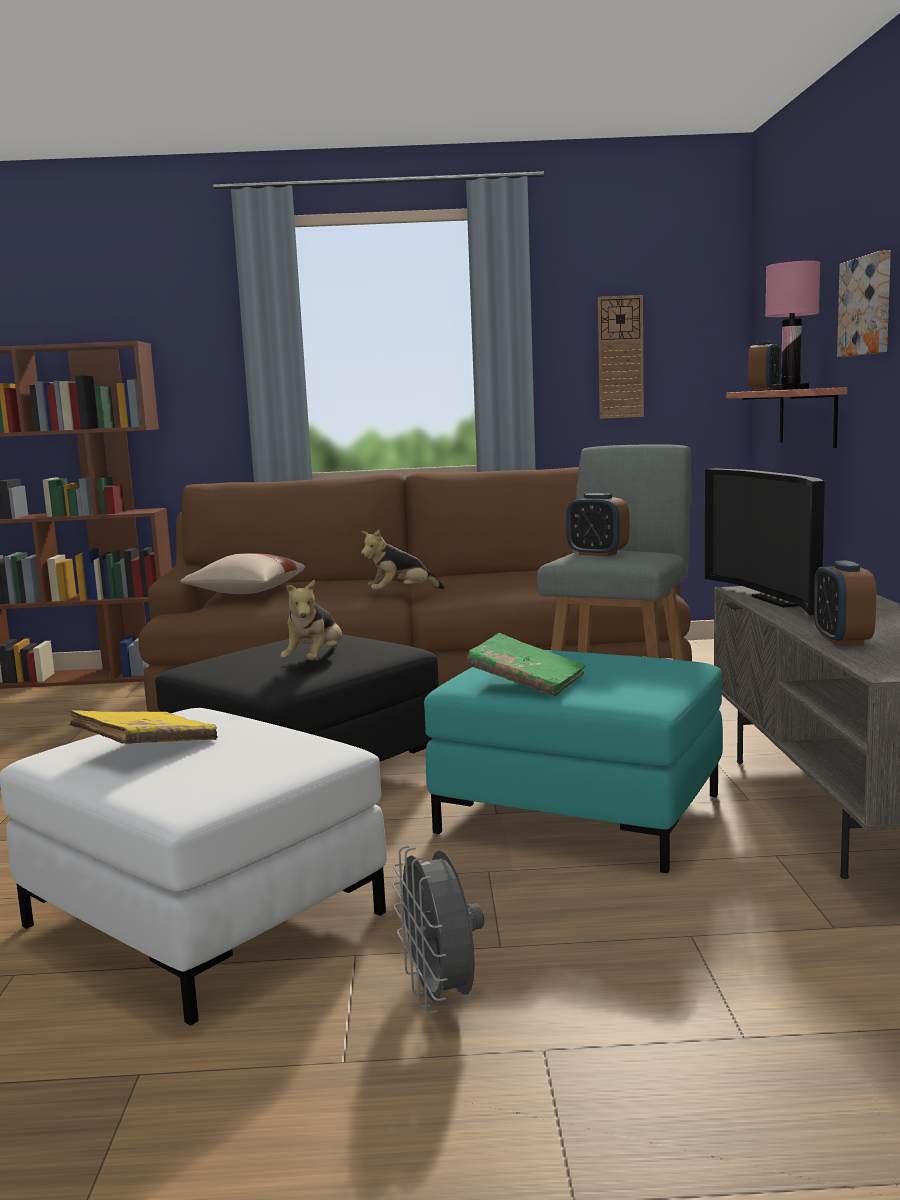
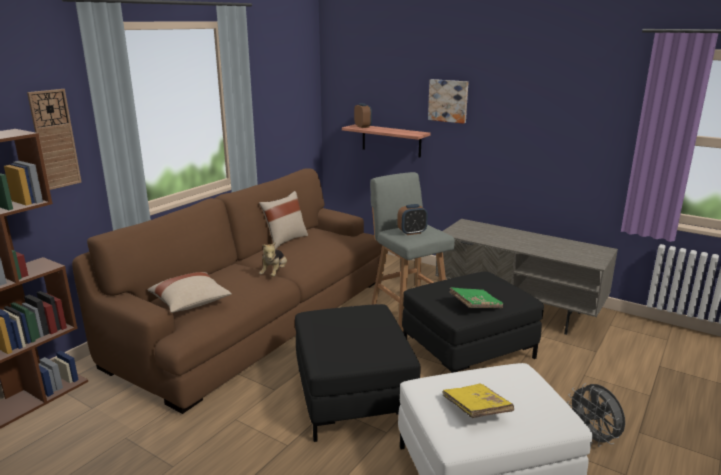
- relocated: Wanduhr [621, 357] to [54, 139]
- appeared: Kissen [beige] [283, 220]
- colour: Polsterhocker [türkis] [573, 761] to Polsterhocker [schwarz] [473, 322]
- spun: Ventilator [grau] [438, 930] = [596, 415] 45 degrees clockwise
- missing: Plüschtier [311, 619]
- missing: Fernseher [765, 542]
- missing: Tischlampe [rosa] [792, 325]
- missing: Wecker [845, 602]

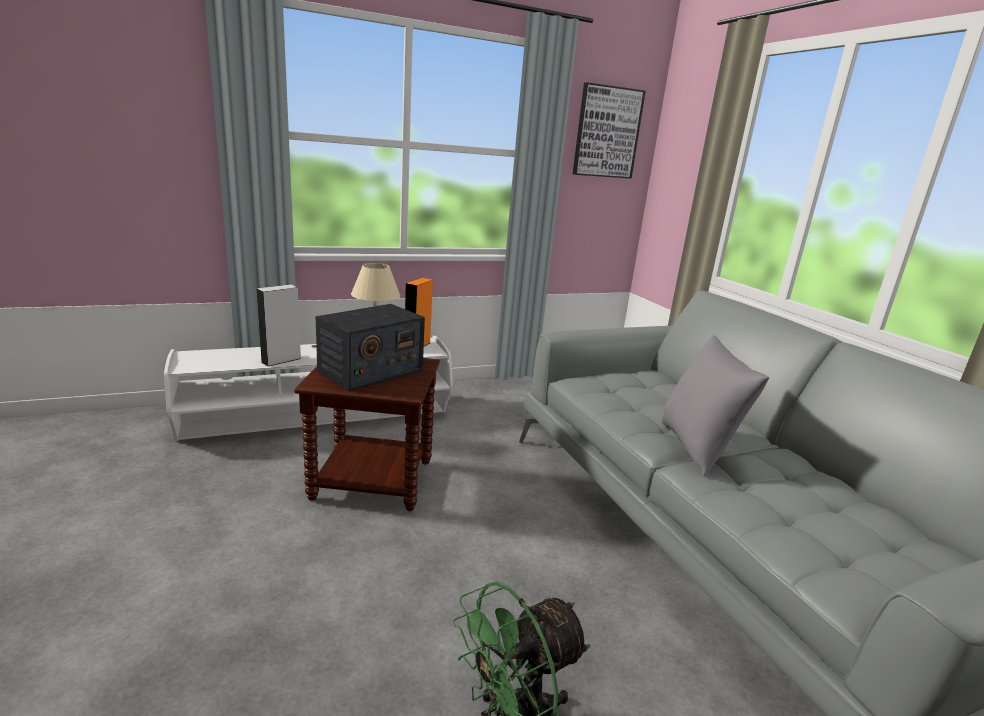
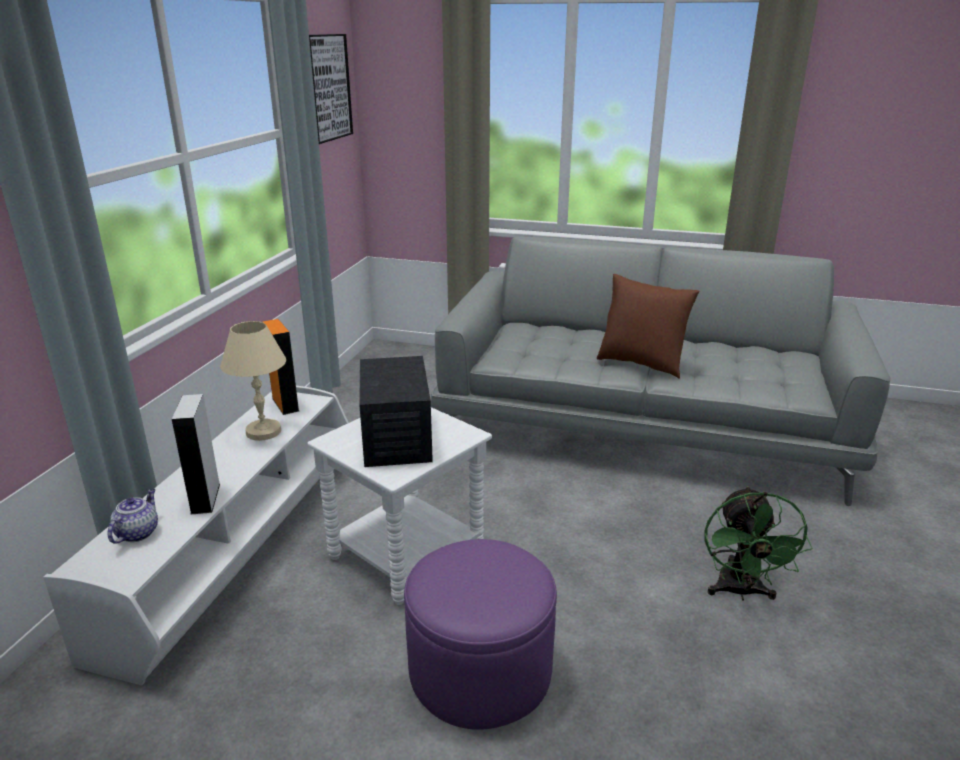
- appeared: Teekanne [133, 516]
- colour: Beistelltisch [braun] [367, 434] to Beistelltisch [weiß] [400, 506]
- appeared: Polsterhocker [lila] [480, 634]
- colour: Kissen [grau] [715, 406] to Kissen [braun] [648, 326]

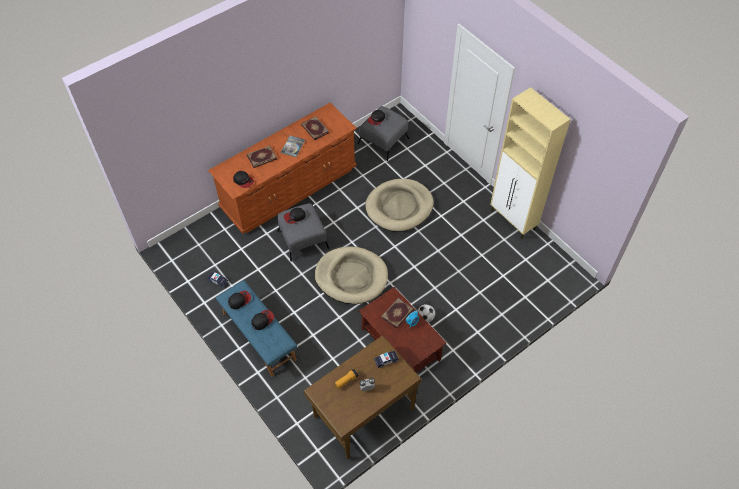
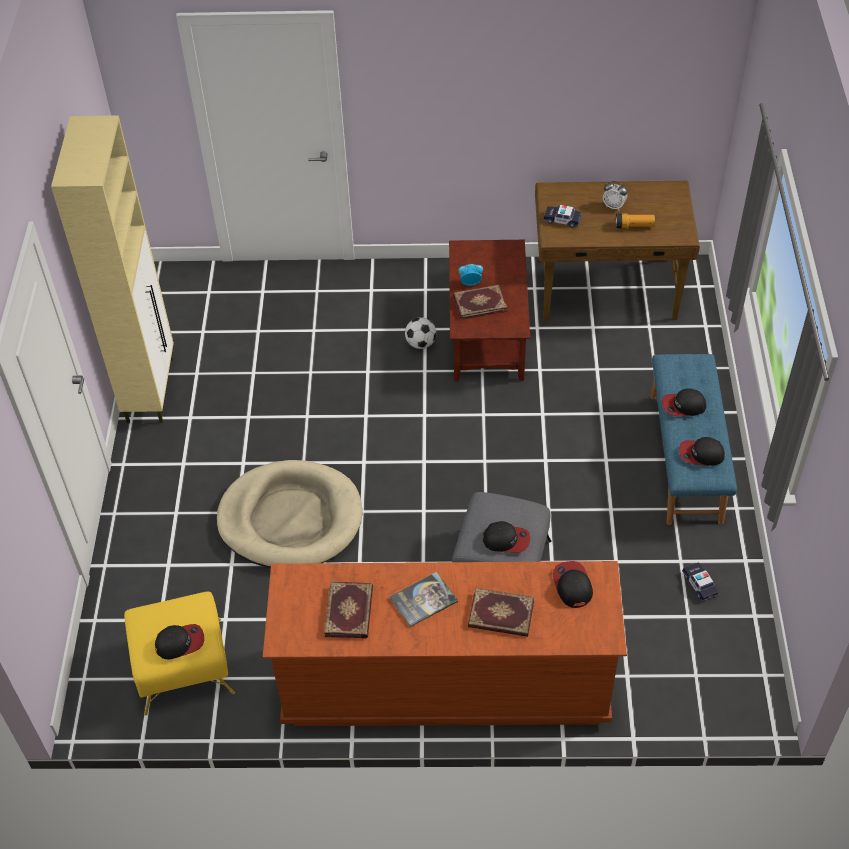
- colour: Polsterhocker [grau] [383, 133] to Polsterhocker [gelb] [179, 653]
- missing: Hundebett [beige] [351, 275]

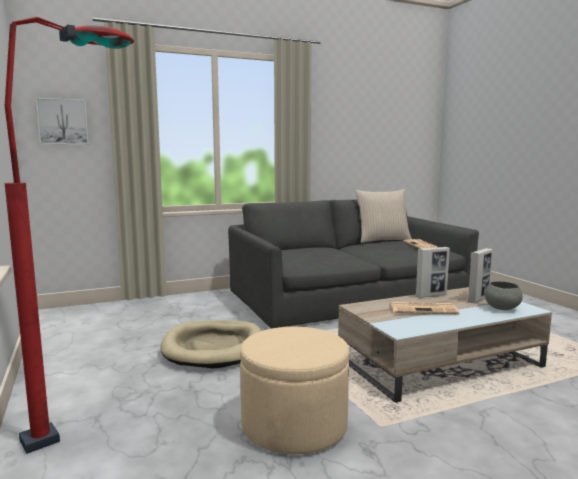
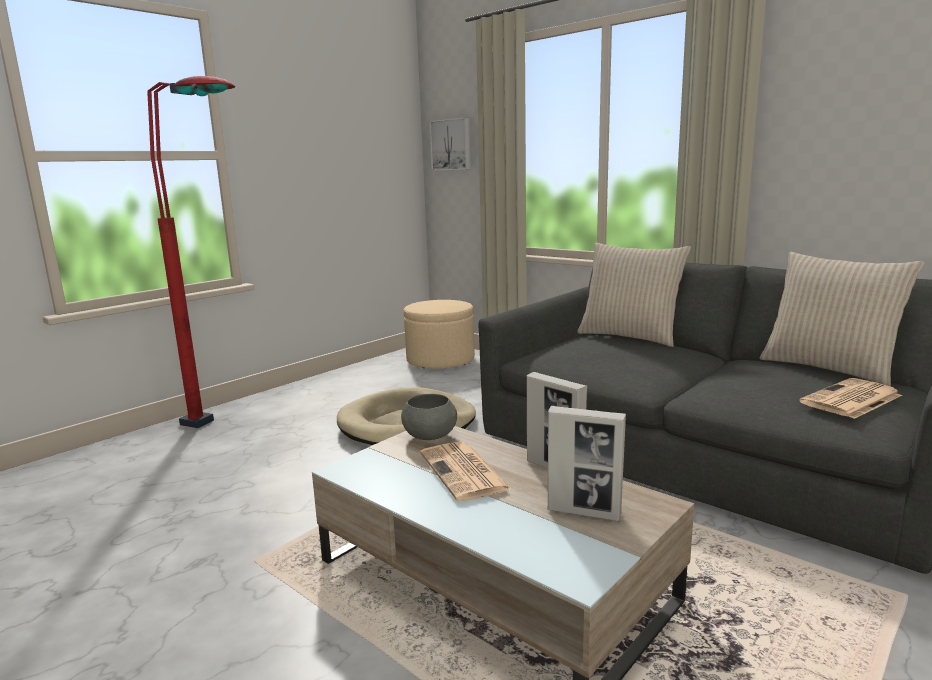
- relocated: Schüssel [grau] [504, 295] to [429, 417]
- relocated: Polsterhocker [beige] [294, 390] to [439, 334]
- appeared: Kissen [beige] [634, 295]

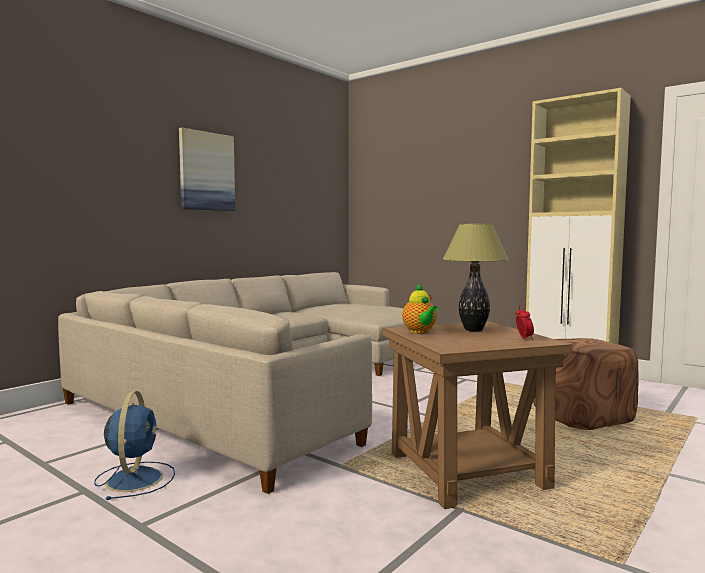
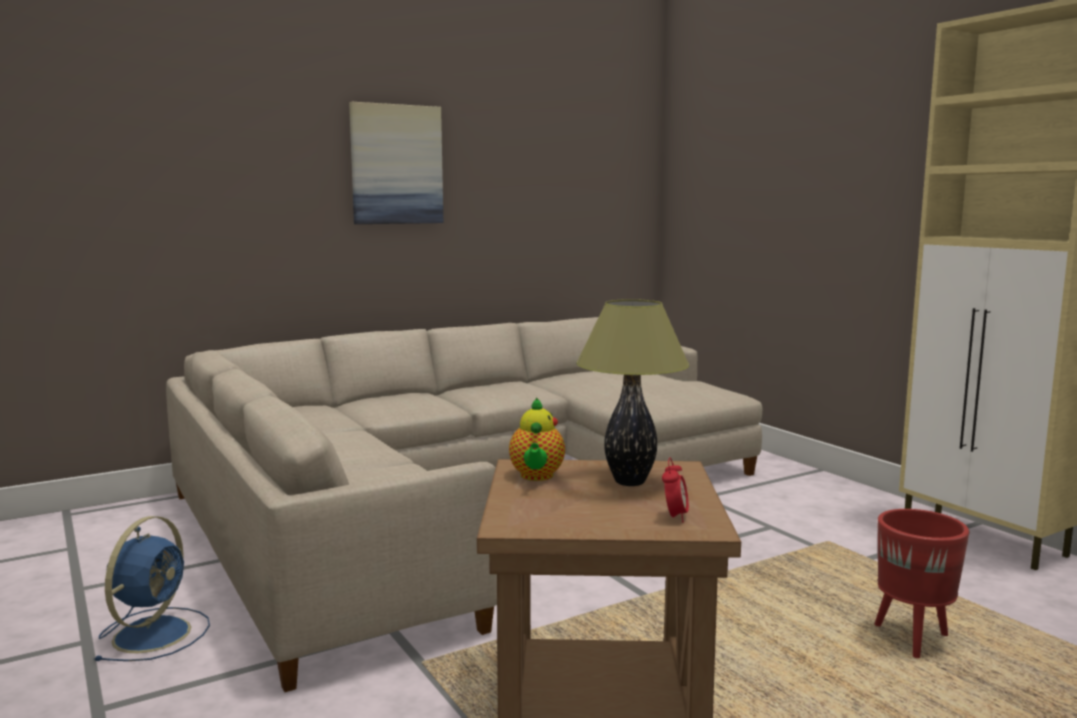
- exchanged: Polsterhocker [braun] [586, 384] to Pflanzkübel [rot] [921, 583]

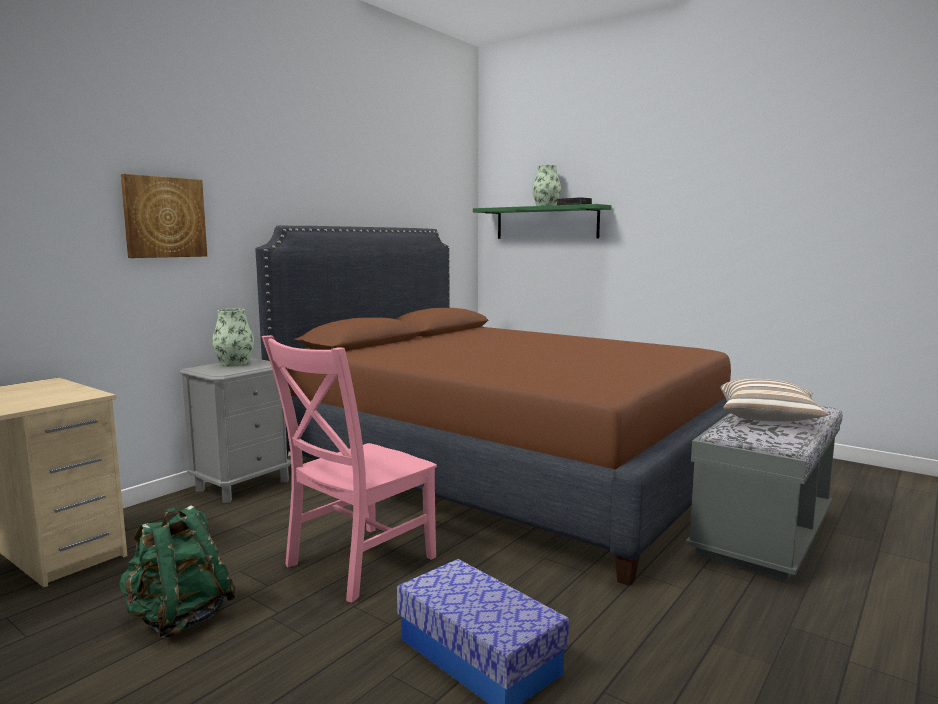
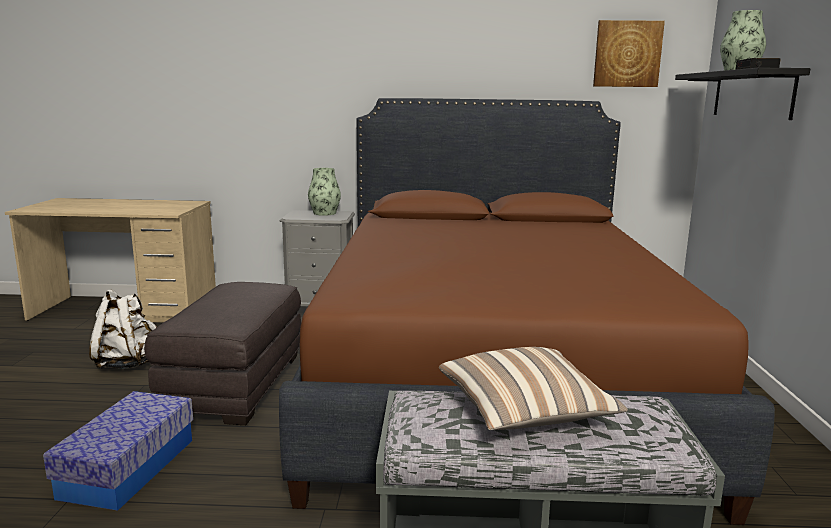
- colour: Rucksack [grün] [177, 572] to Rucksack [weiß] [123, 329]
- exchanged: Stuhl [rosa] [349, 469] to Polsterhocker [grau] [222, 353]
- relocated: Bild [164, 216] to [629, 53]
- colour: Wandregal [grün] [542, 221] to Wandregal [schwarz] [743, 94]

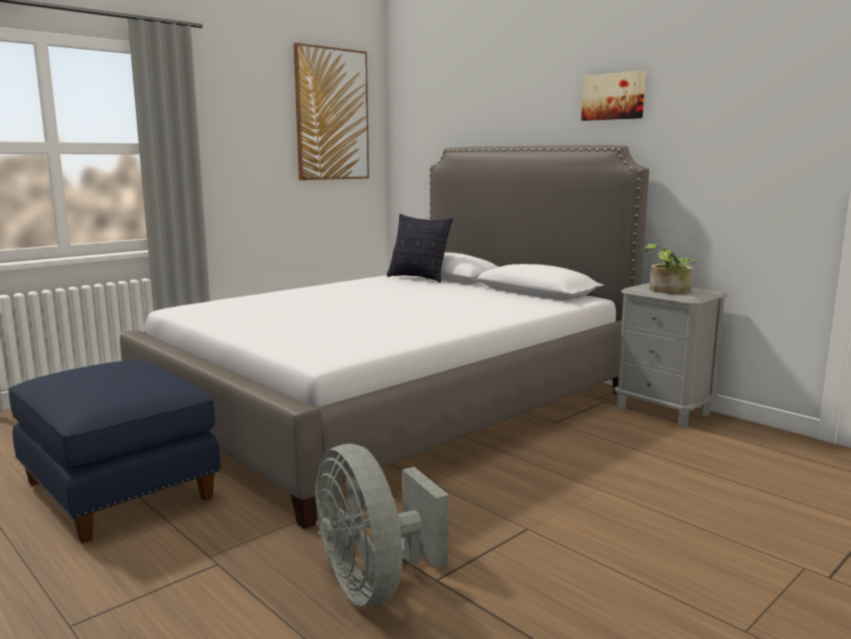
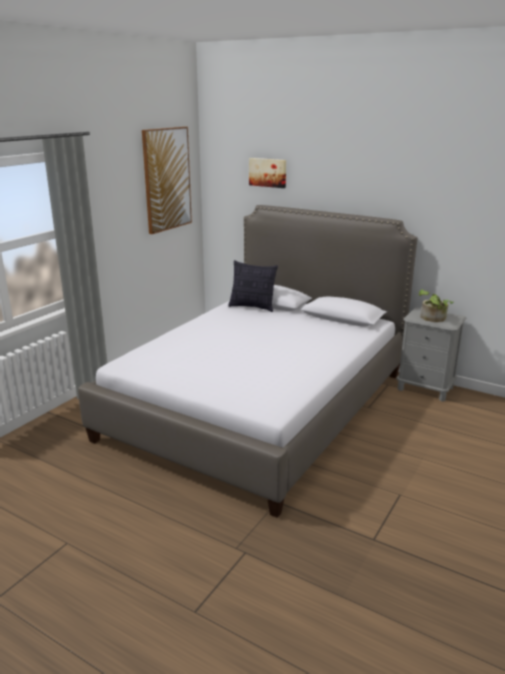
- relocated: Bild [613, 96] to [267, 173]
- missing: Polsterhocker [blau] [114, 451]
- missing: Ventilator [grau] [382, 525]

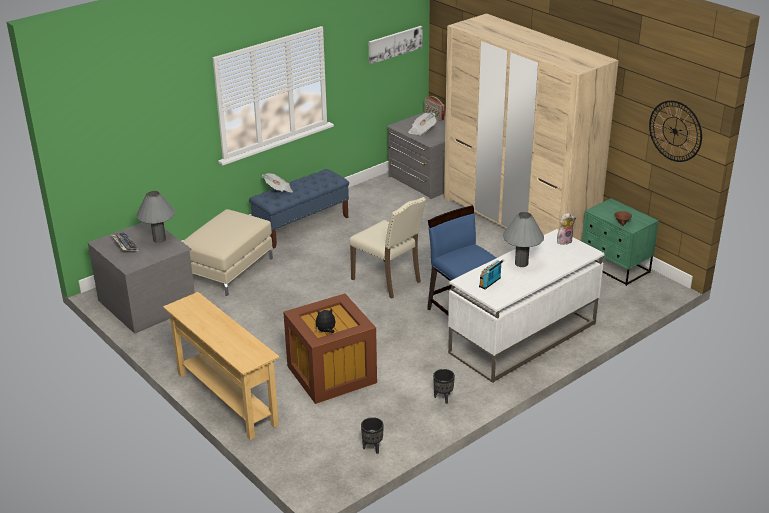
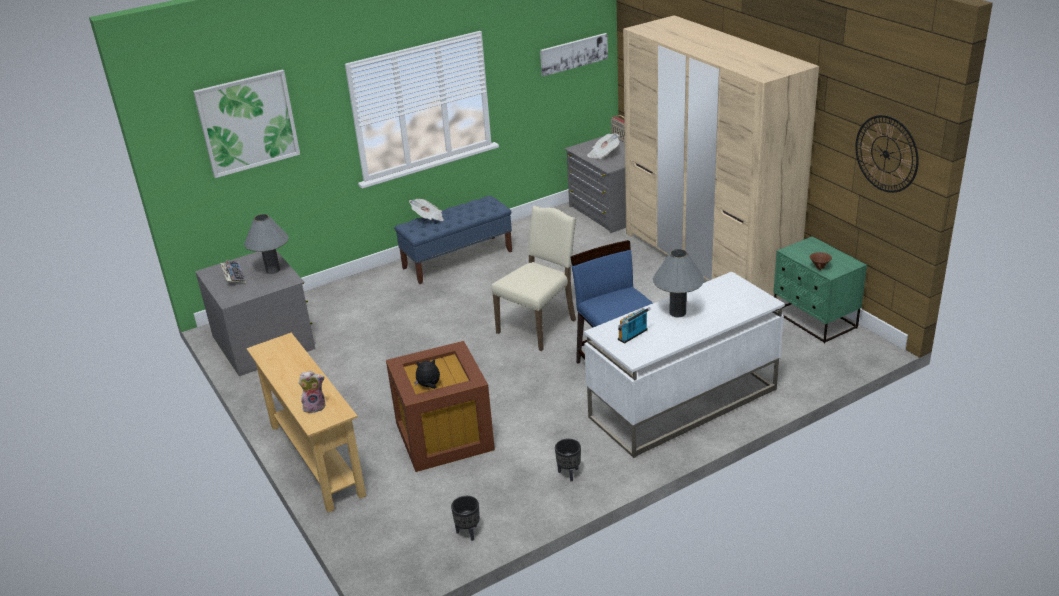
- appeared: Bild [246, 123]
- relocated: Plüschtier [566, 229] to [312, 392]
- spun: Stuhl [beige] [387, 247] = [533, 278] 105 degrees counterclockwise
- missing: Polsterhocker [beige] [227, 253]

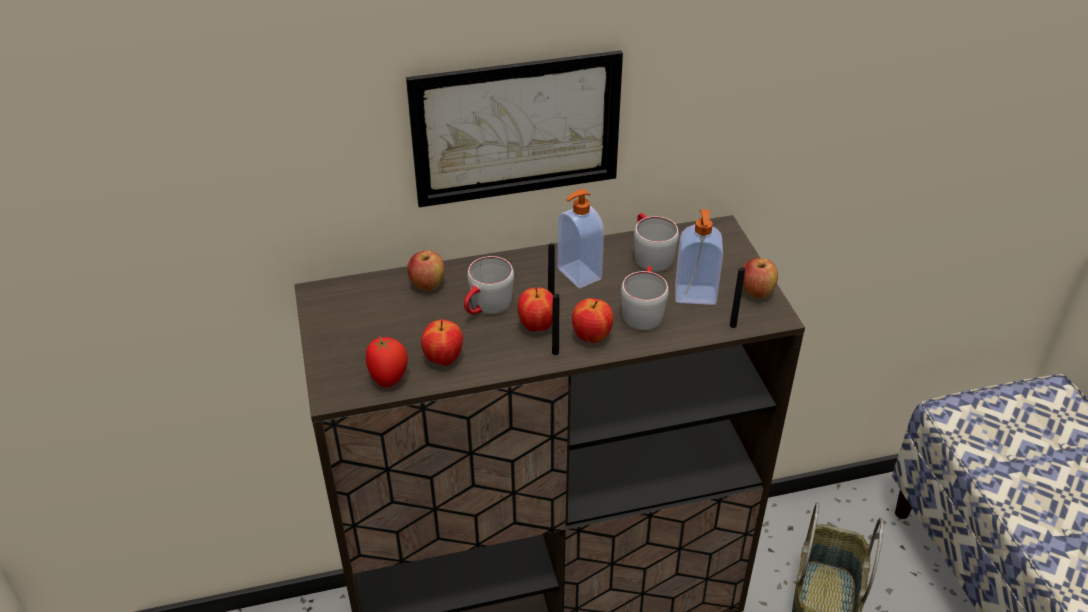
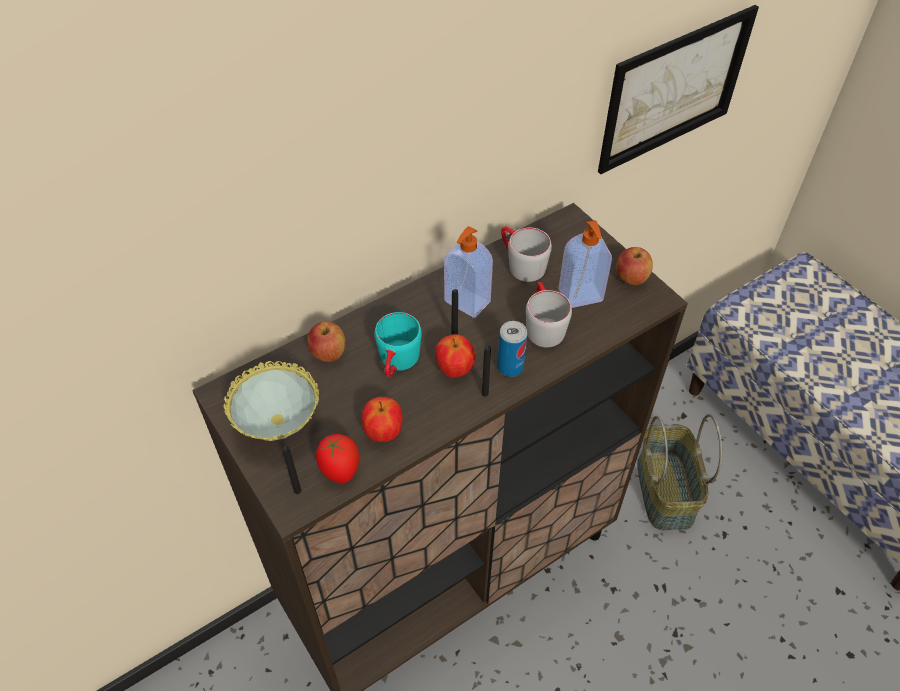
- appeared: Schüssel [271, 401]
- relocated: Kerze [schwarz] [737, 297] to [291, 469]
- colour: Henkelbecher [grau] [489, 285] to Henkelbecher [türkis] [398, 344]
- exchanged: Apfel [592, 320] to Dose [512, 349]
- relocated: Bild [514, 128] to [678, 89]

